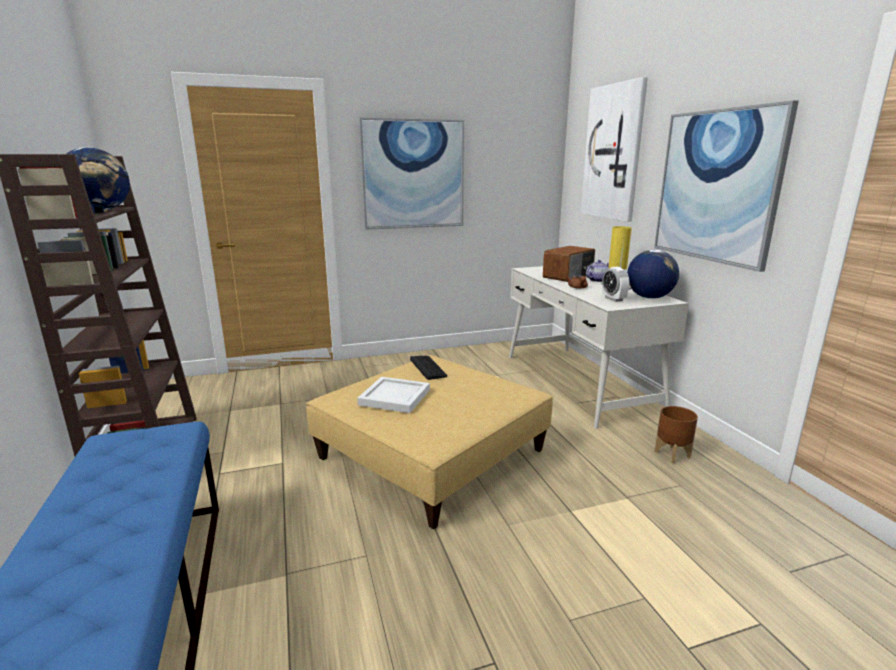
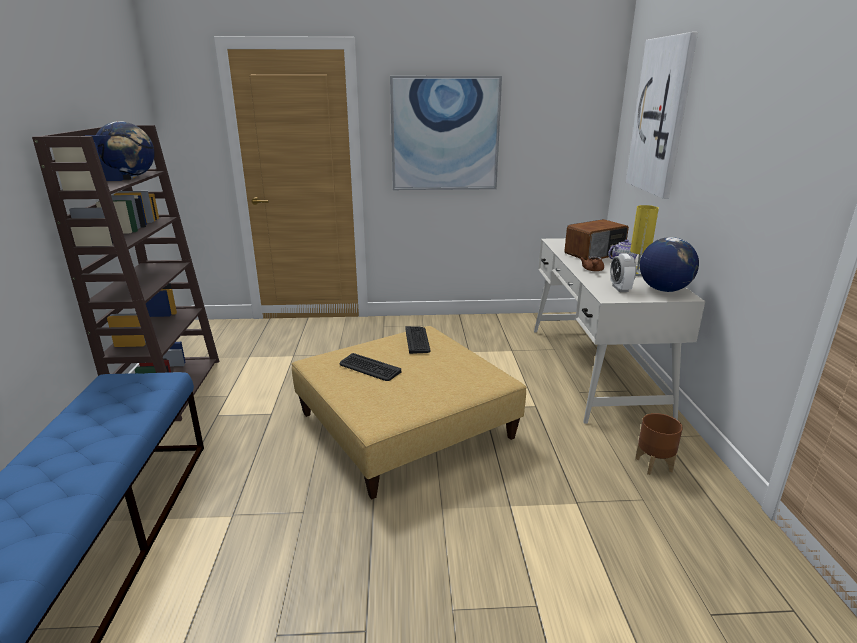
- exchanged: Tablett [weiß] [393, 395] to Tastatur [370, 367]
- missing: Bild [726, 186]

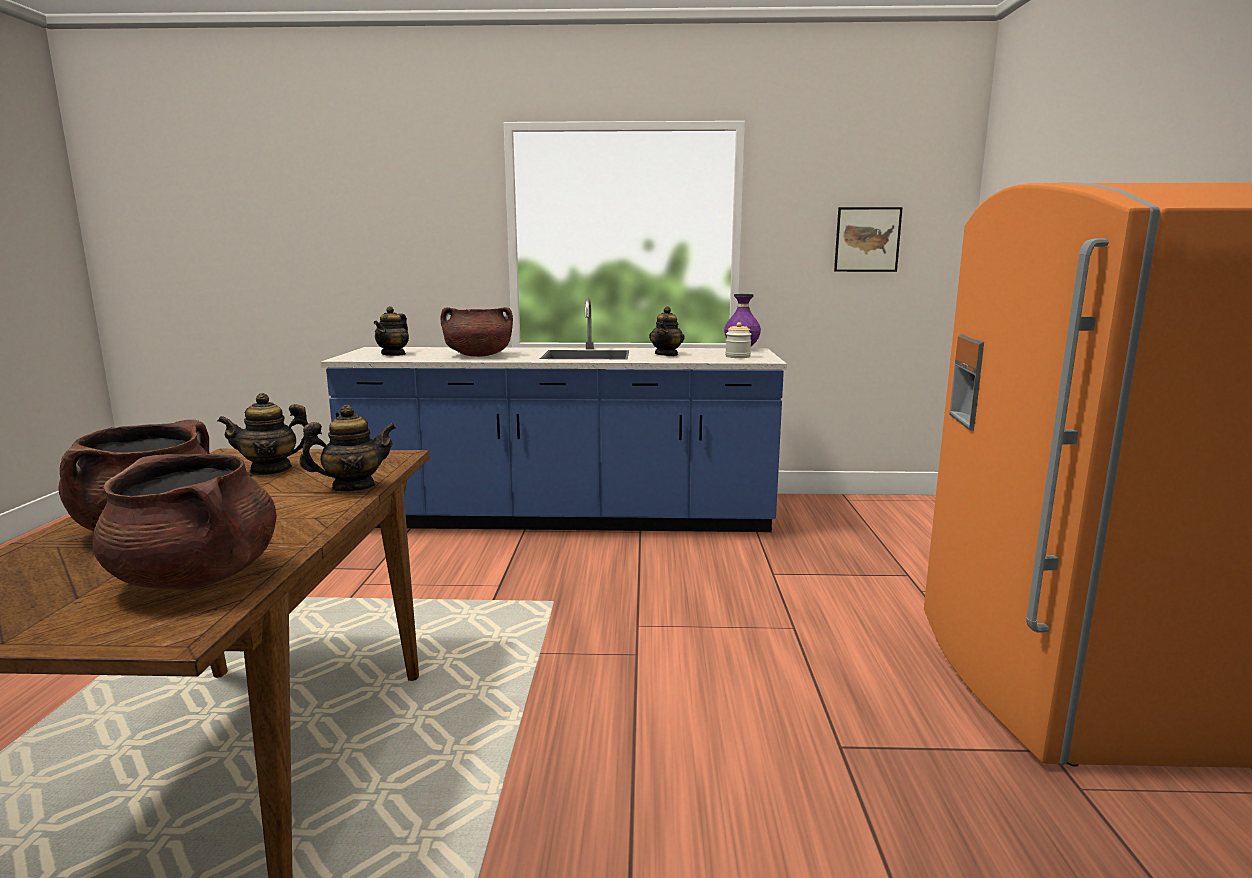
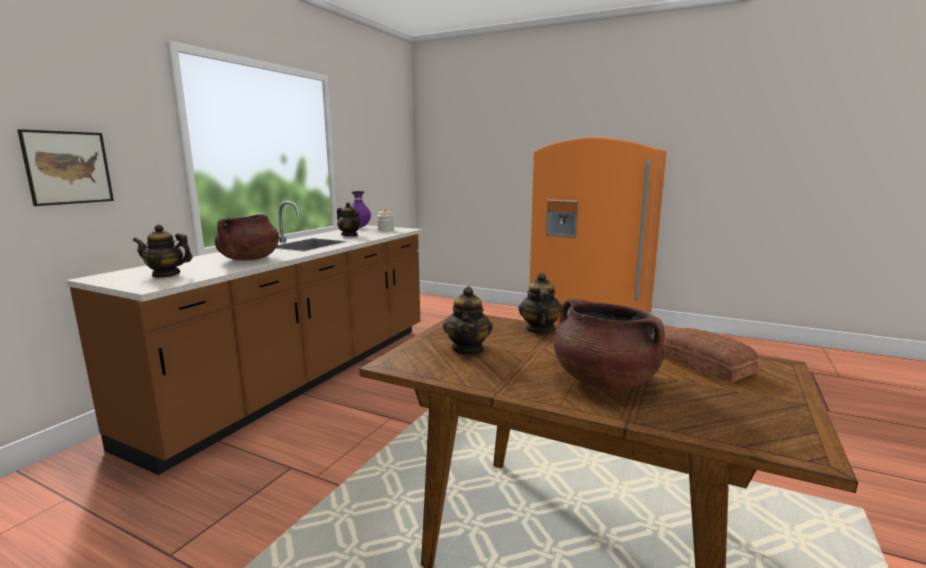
- relocated: Bild [868, 239] to [65, 167]
- colour: Küchenzeile [blau] [553, 415] to Küchenzeile [braun] [244, 338]
- spun: Teekanne [391, 331] = [163, 251] 135 degrees clockwise
- exchanged: Kochtopf [braun] [184, 522] to Brot [710, 355]

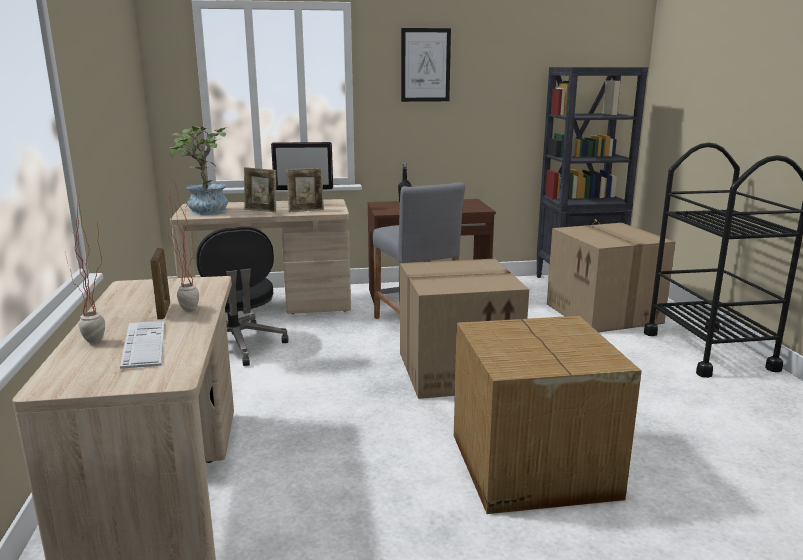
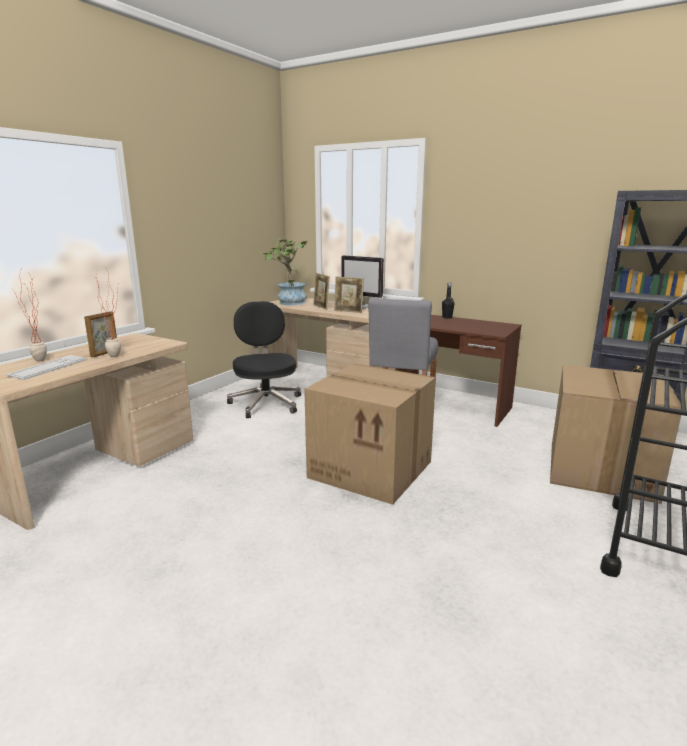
- spun: Bürostuhl [schwarz] [243, 296] = [264, 359] 150 degrees clockwise
- missing: Bild [426, 65]
- missing: Karton [548, 415]

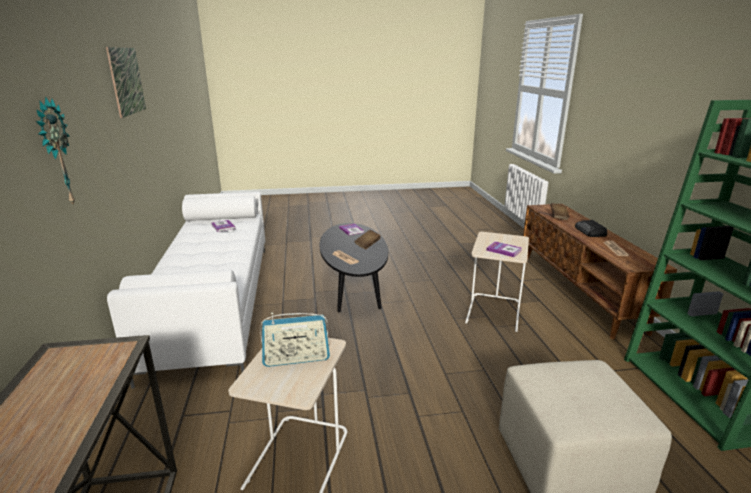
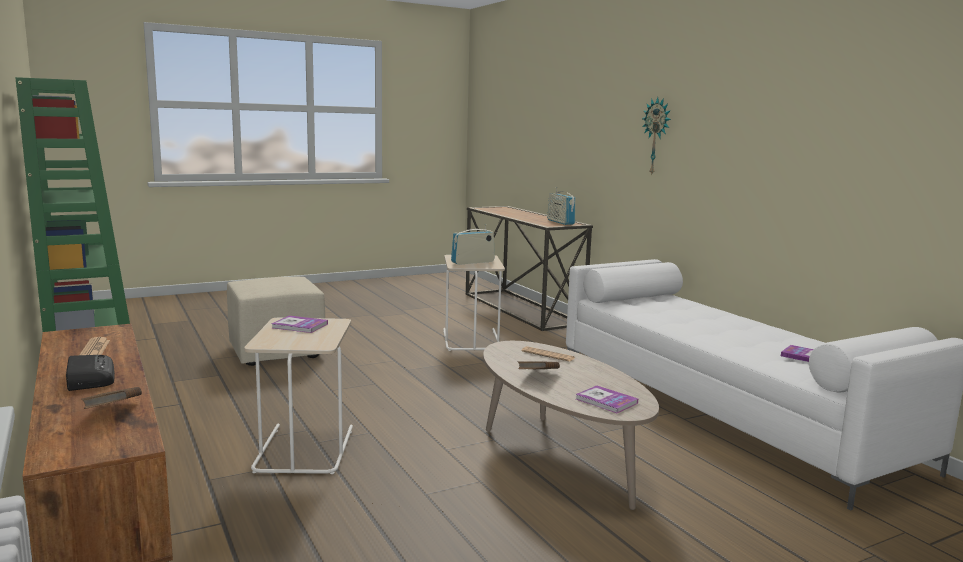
- colour: Couchtisch [schwarz] [354, 267] to Couchtisch [beige] [571, 425]
- appeared: Radio [561, 206]
- missing: Bild [126, 82]

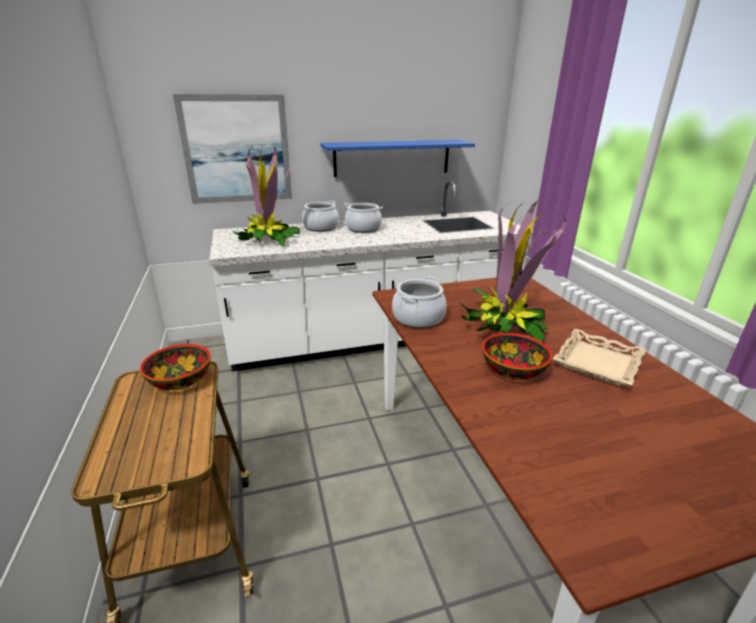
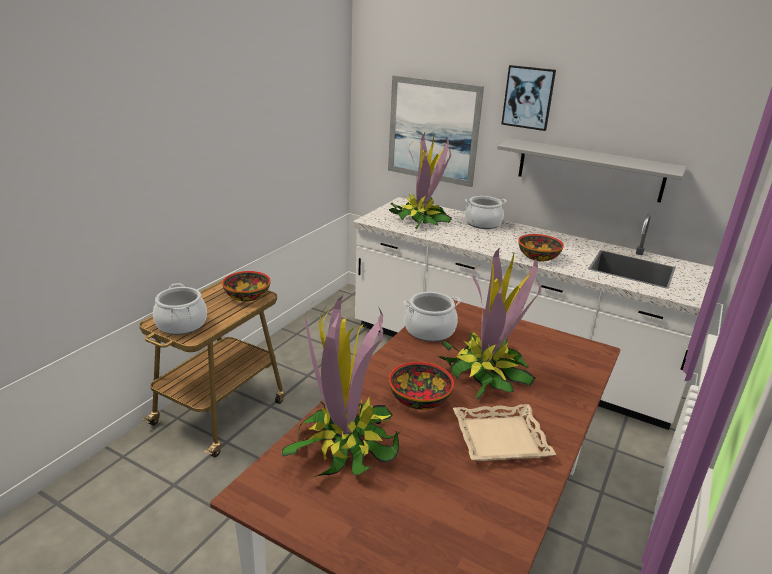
- relocated: Kochtopf [363, 218] to [180, 309]
- appeared: Topfpflanze [342, 387]
- colour: Wandregal [blau] [397, 158] to Wandregal [grau] [592, 171]
- appeared: Bild [528, 98]
- appeared: Schüssel [541, 247]

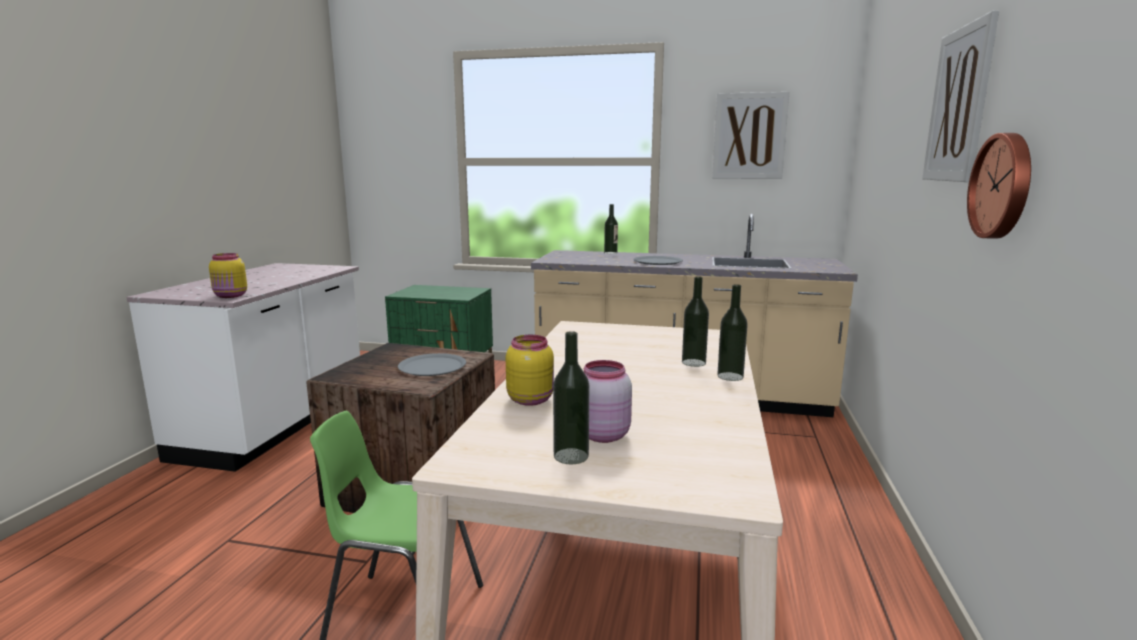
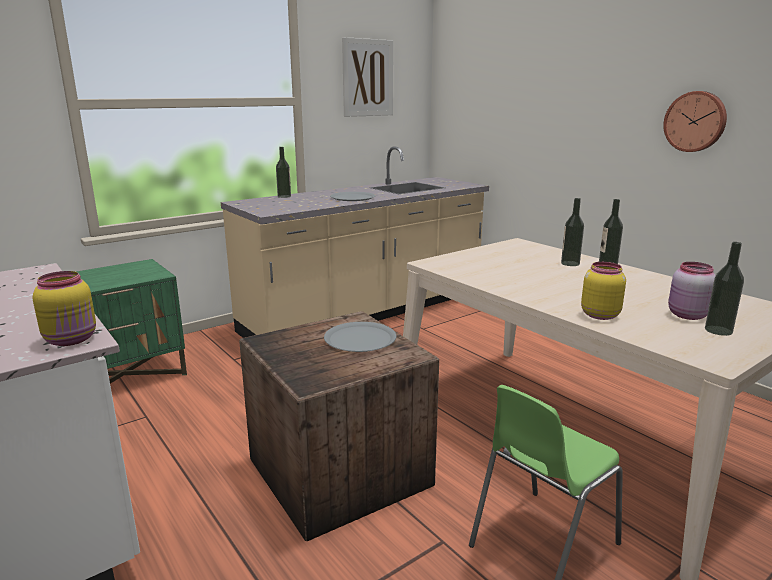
- missing: Bild [960, 96]

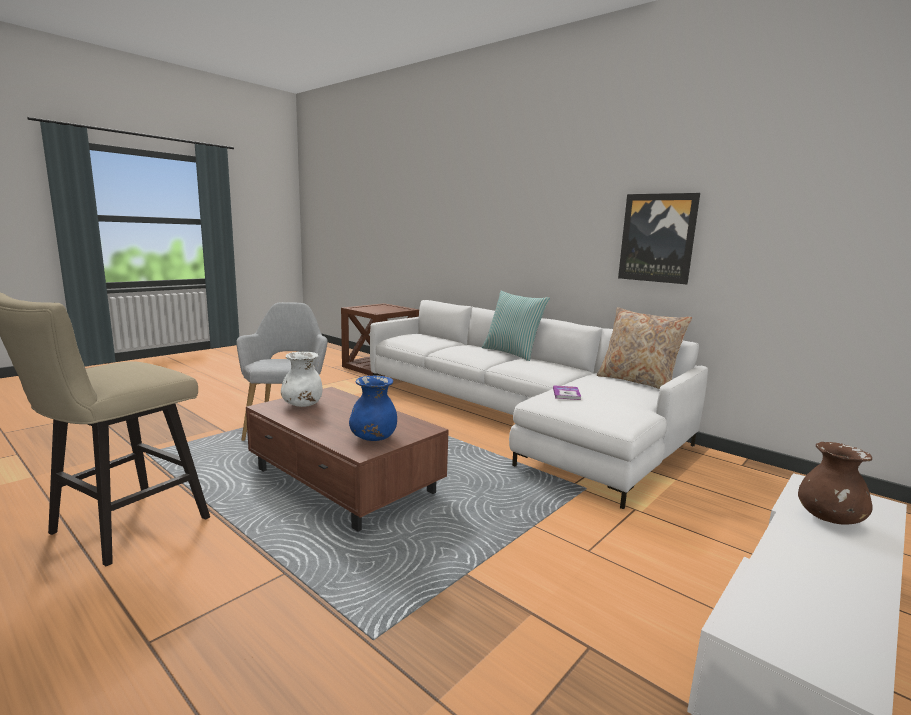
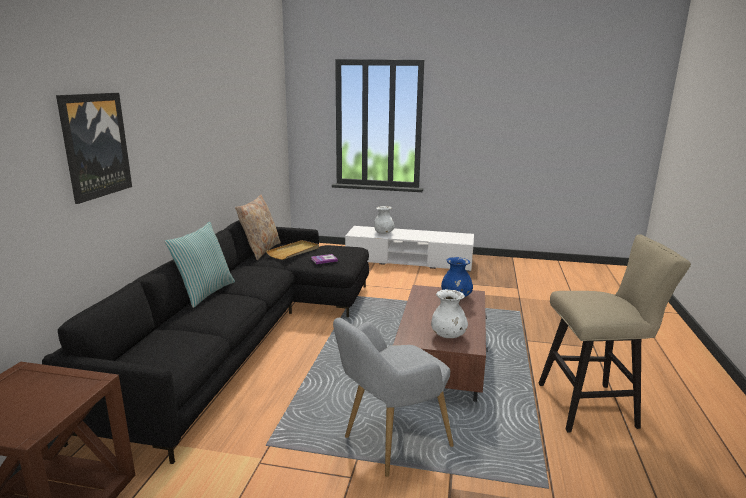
- colour: Sofa [weiß] [539, 404] to Sofa [schwarz] [205, 342]
- relocated: Bild [659, 238] to [94, 148]
- appeared: Tablett [beige] [292, 250]
- colour: Vase [braun] [835, 483] to Vase [weiß] [384, 220]

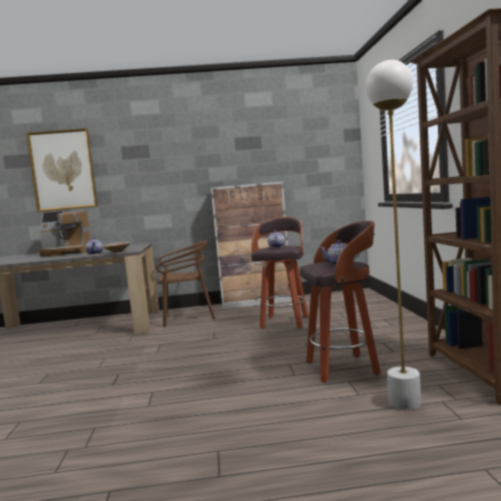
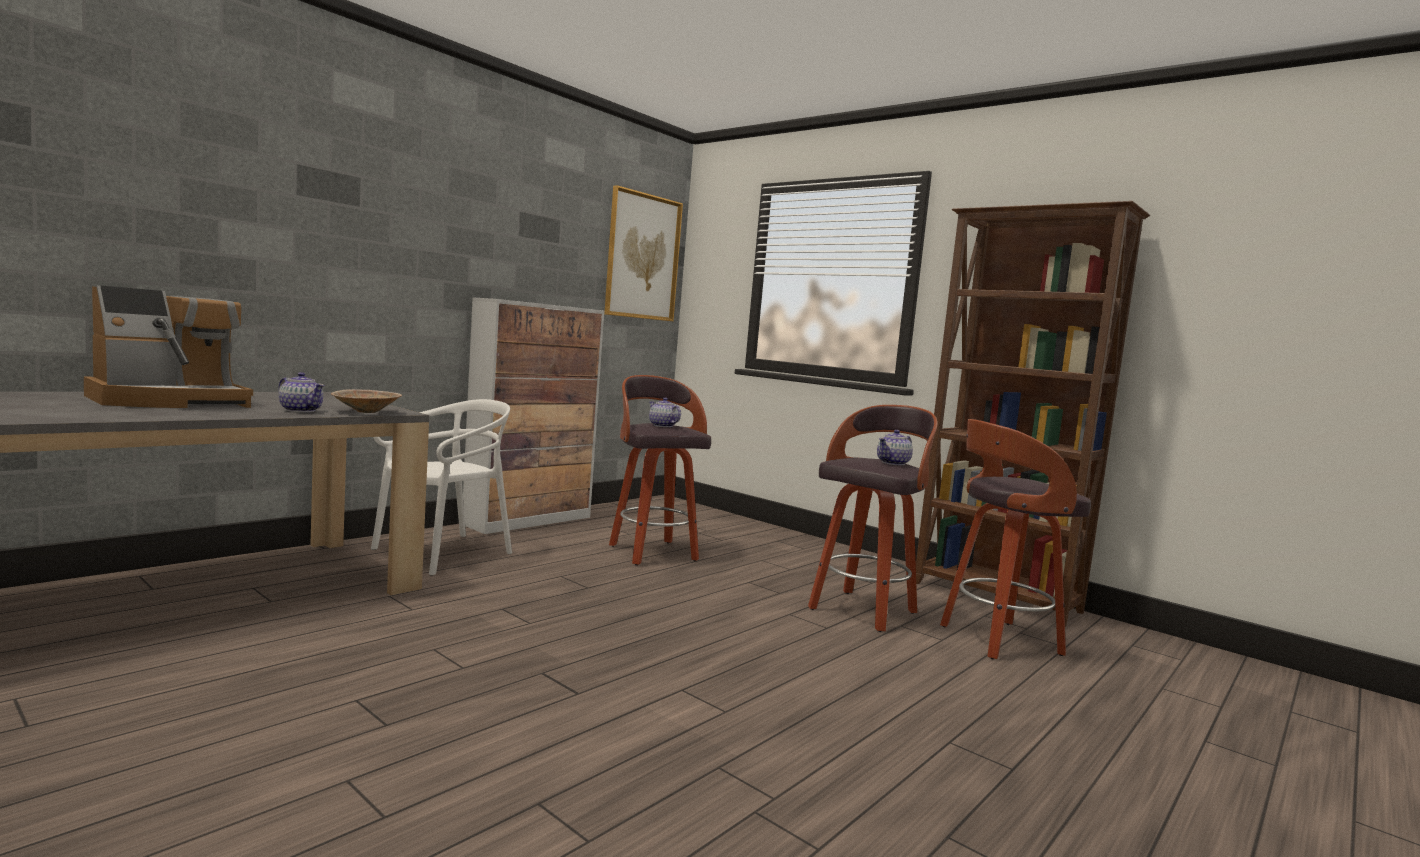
- colour: Stuhl [braun] [185, 283] to Stuhl [weiß] [441, 487]
- relocated: Bild [62, 170] to [643, 253]
- exchanged: Stehlampe [weiß] [393, 235] to Hocker [1015, 539]

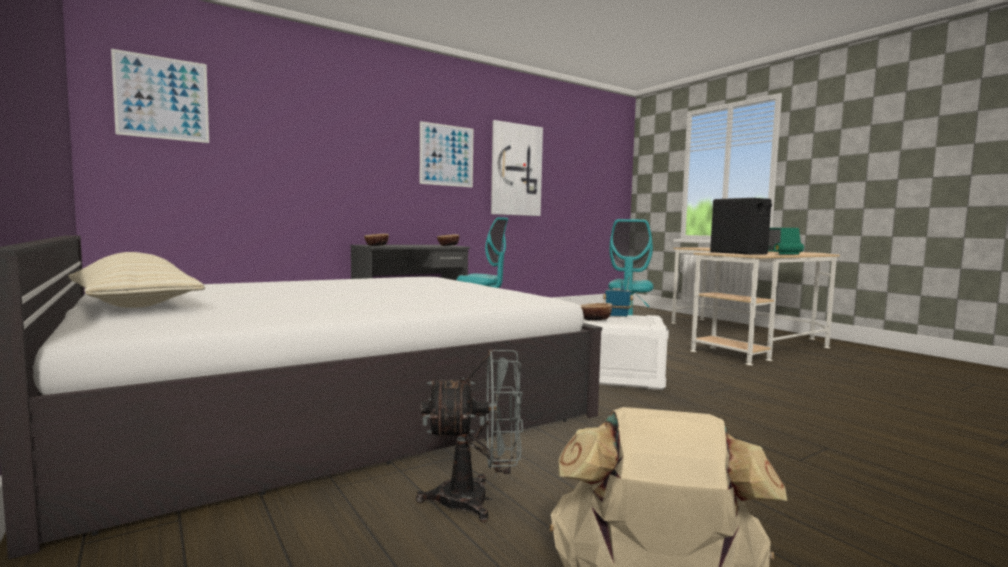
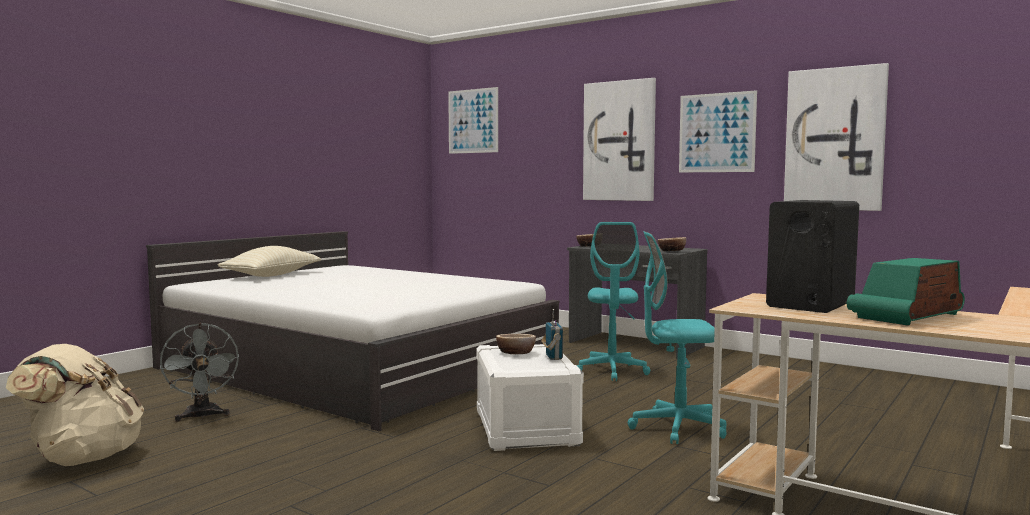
- appeared: Bild [619, 139]

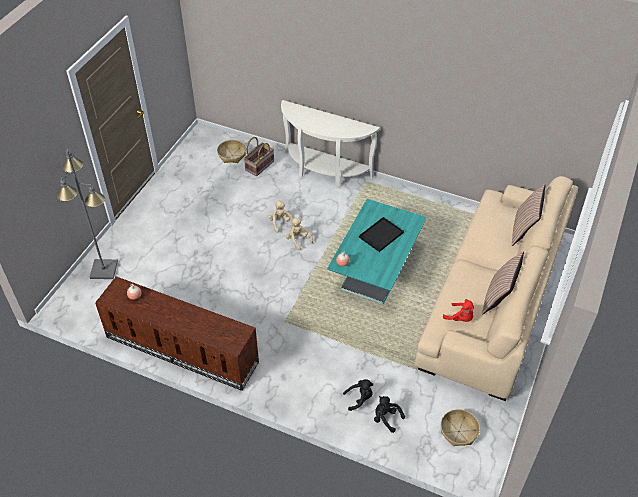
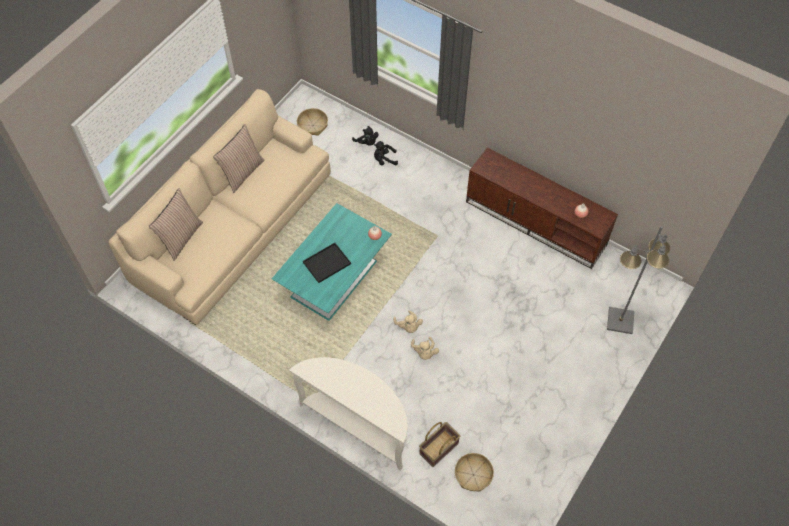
- missing: Plüschtier [rot] [458, 310]

